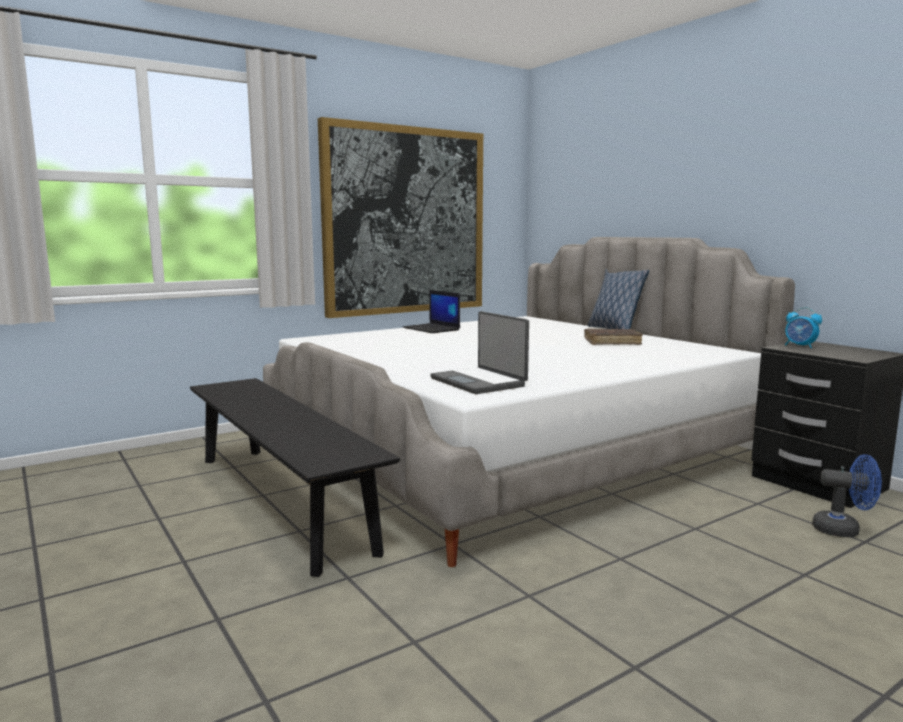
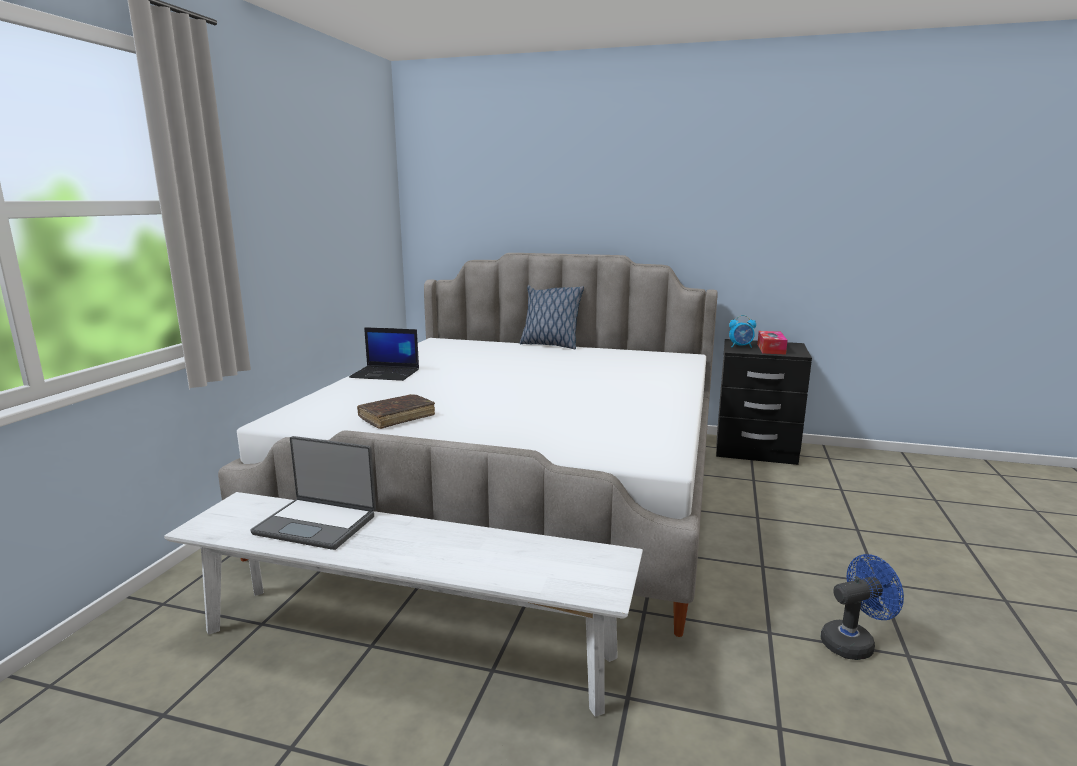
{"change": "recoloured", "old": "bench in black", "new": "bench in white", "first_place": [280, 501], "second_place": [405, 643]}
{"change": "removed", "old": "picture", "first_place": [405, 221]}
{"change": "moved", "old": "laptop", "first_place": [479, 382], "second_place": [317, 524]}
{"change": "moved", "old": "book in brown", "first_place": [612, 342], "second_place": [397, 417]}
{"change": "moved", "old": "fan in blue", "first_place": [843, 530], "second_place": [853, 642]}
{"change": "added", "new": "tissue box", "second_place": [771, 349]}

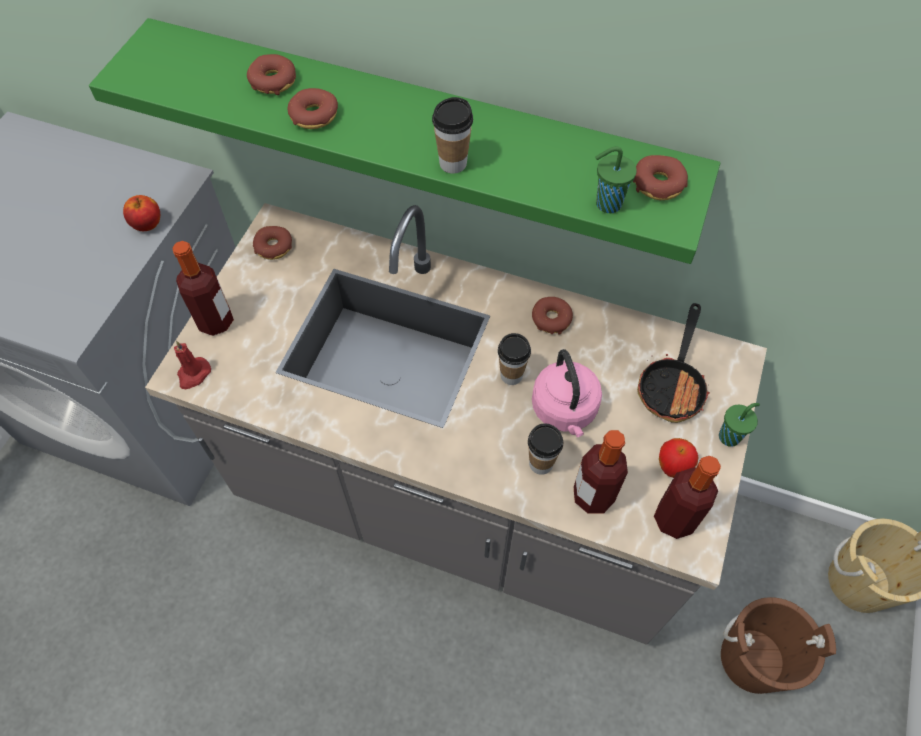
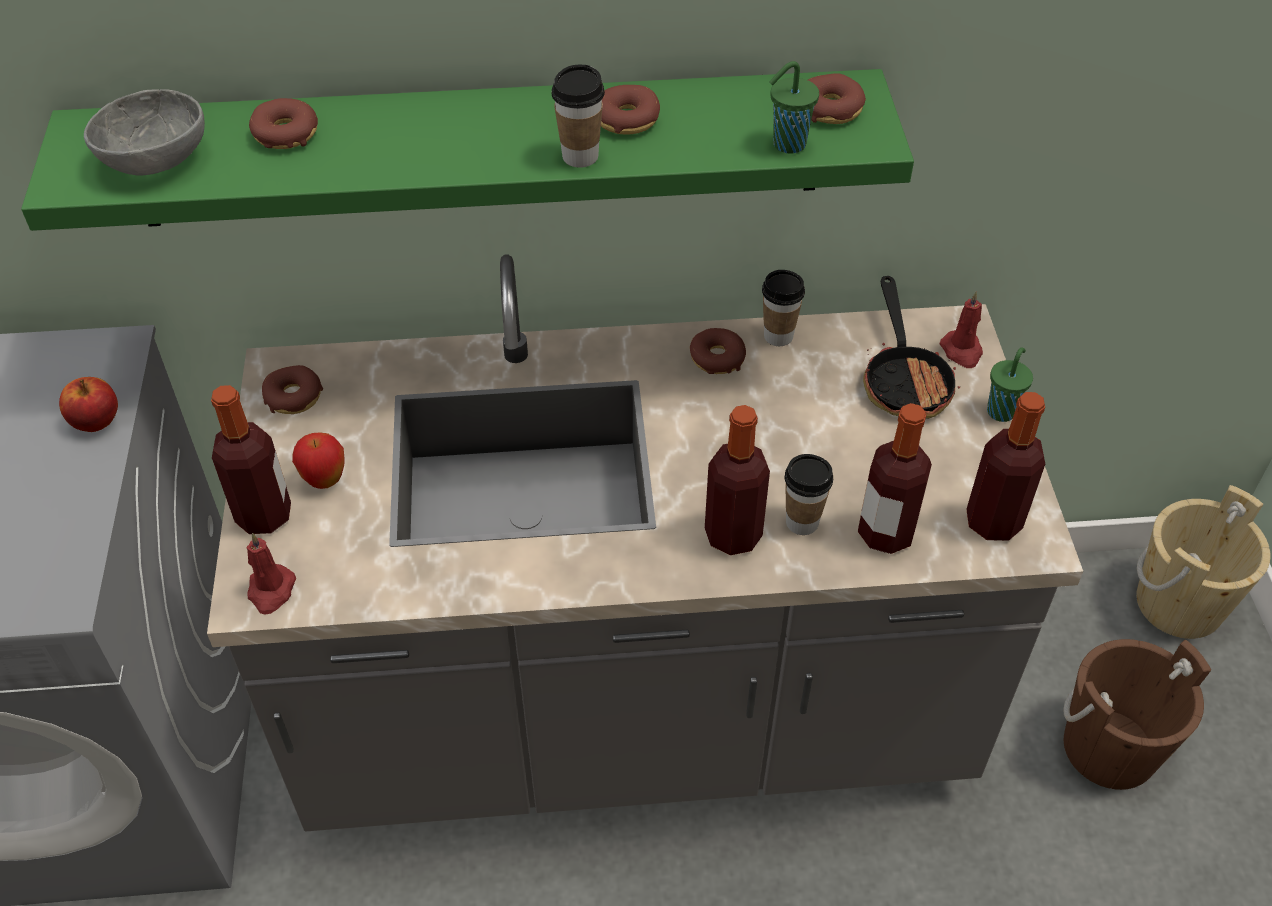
{"change": "moved", "old": "donut", "first_place": [314, 115], "second_place": [627, 120]}
{"change": "moved", "old": "cup", "first_place": [511, 375], "second_place": [778, 336]}
{"change": "removed", "old": "kettle in pink", "first_place": [565, 411]}
{"change": "moved", "old": "apple", "first_place": [672, 468], "second_place": [324, 480]}
{"change": "added", "new": "bowl in grey", "second_place": [153, 159]}
{"change": "added", "new": "bottle", "second_place": [733, 535]}
{"change": "added", "new": "candle in red", "second_place": [962, 351]}

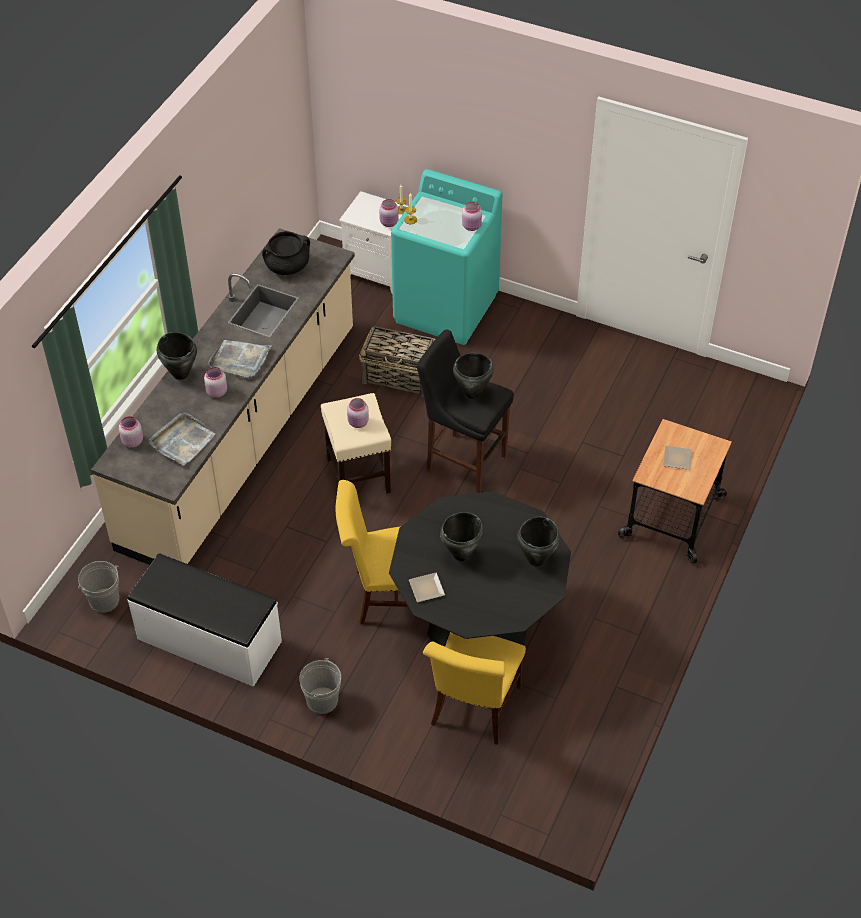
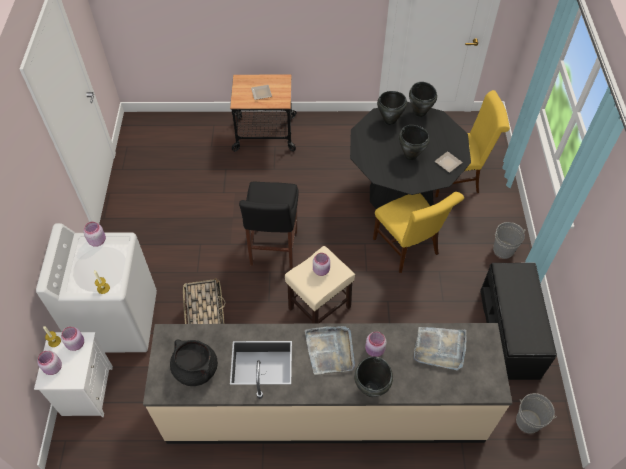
{"change": "moved", "old": "jar in pink", "first_place": [132, 441], "second_place": [53, 368]}
{"change": "recoloured", "old": "bench in white", "new": "bench in black", "first_place": [209, 641], "second_place": [509, 333]}
{"change": "recoloured", "old": "washing machine in turquoise", "new": "washing machine in white", "first_place": [446, 308], "second_place": [117, 321]}
{"change": "moved", "old": "cooking pot in black", "first_place": [473, 393], "second_place": [420, 113]}

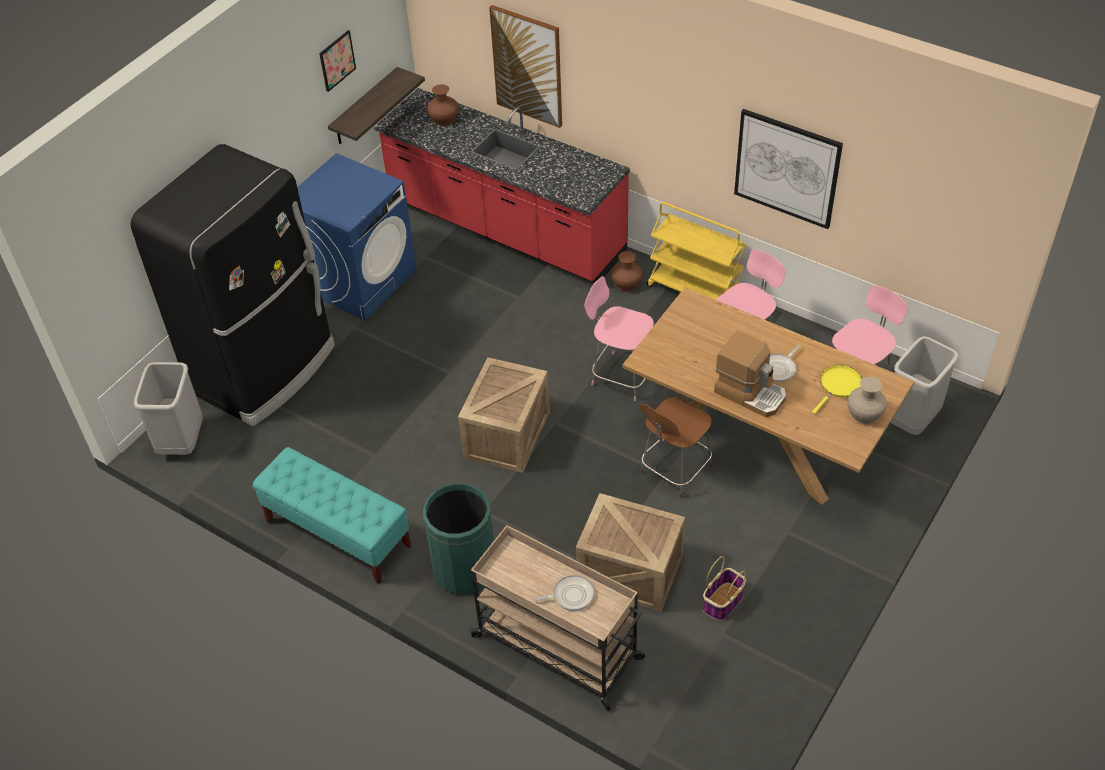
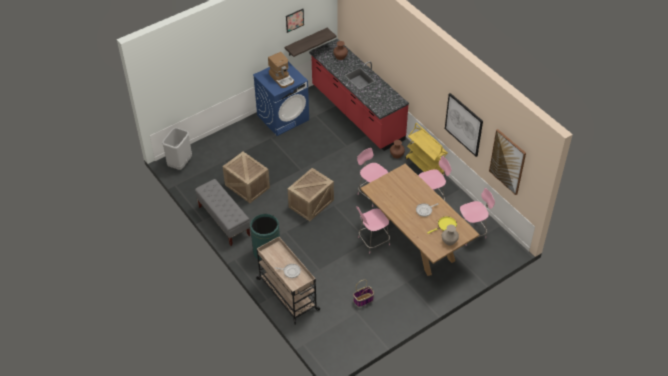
{"change": "removed", "old": "fridge in black", "first_place": [265, 369]}
{"change": "recoloured", "old": "bench in turquoise", "new": "bench in grey", "first_place": [337, 533], "second_place": [224, 221]}
{"change": "moved", "old": "picture", "first_place": [527, 66], "second_place": [507, 162]}
{"change": "moved", "old": "crate", "first_place": [631, 571], "second_place": [248, 186]}
{"change": "recoloured", "old": "chair in brown", "new": "chair in pink", "first_place": [674, 471], "second_place": [372, 241]}
{"change": "moved", "old": "coffee machine", "first_place": [750, 392], "second_place": [282, 78]}
{"change": "removed", "old": "trash can in grey", "first_place": [912, 420]}

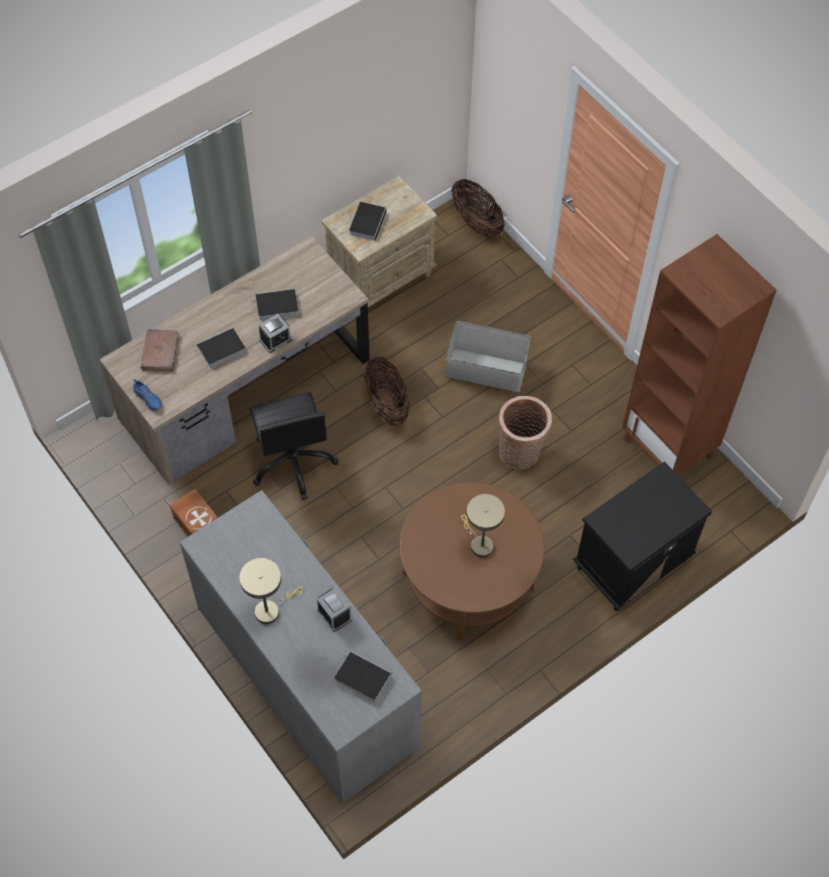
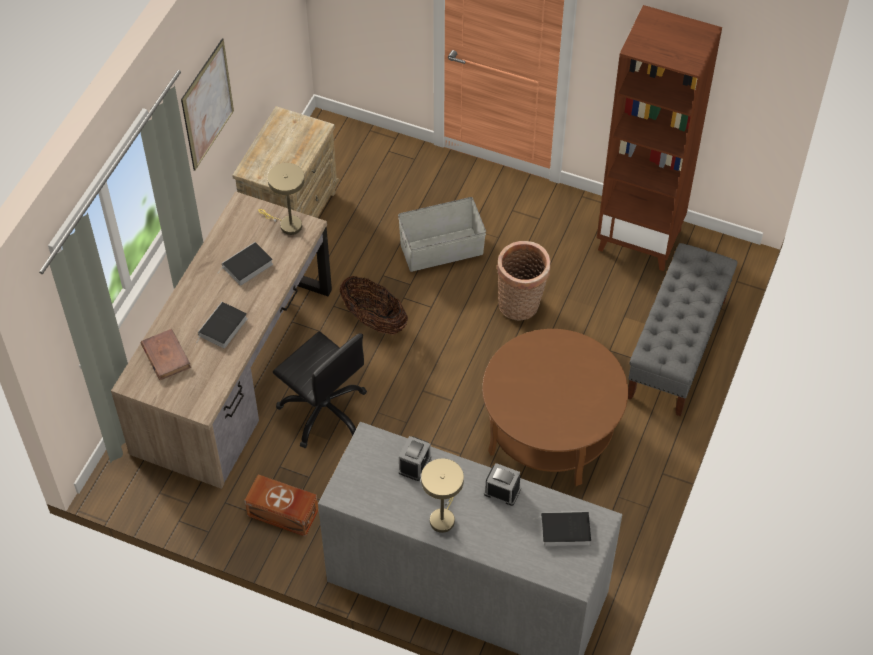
{"change": "removed", "old": "shoe in blue", "first_place": [148, 399]}
{"change": "moved", "old": "alarm clock", "first_place": [275, 339], "second_place": [414, 464]}
{"change": "removed", "old": "book", "first_place": [367, 222]}
{"change": "removed", "old": "basket", "first_place": [476, 222]}
{"change": "moved", "old": "table lamp in beige", "first_place": [479, 543], "second_place": [287, 225]}
{"change": "replaced", "old": "nightstand in black", "new": "bench in grey", "first_place": [631, 565], "second_place": [677, 349]}
{"change": "added", "new": "picture", "second_place": [207, 105]}

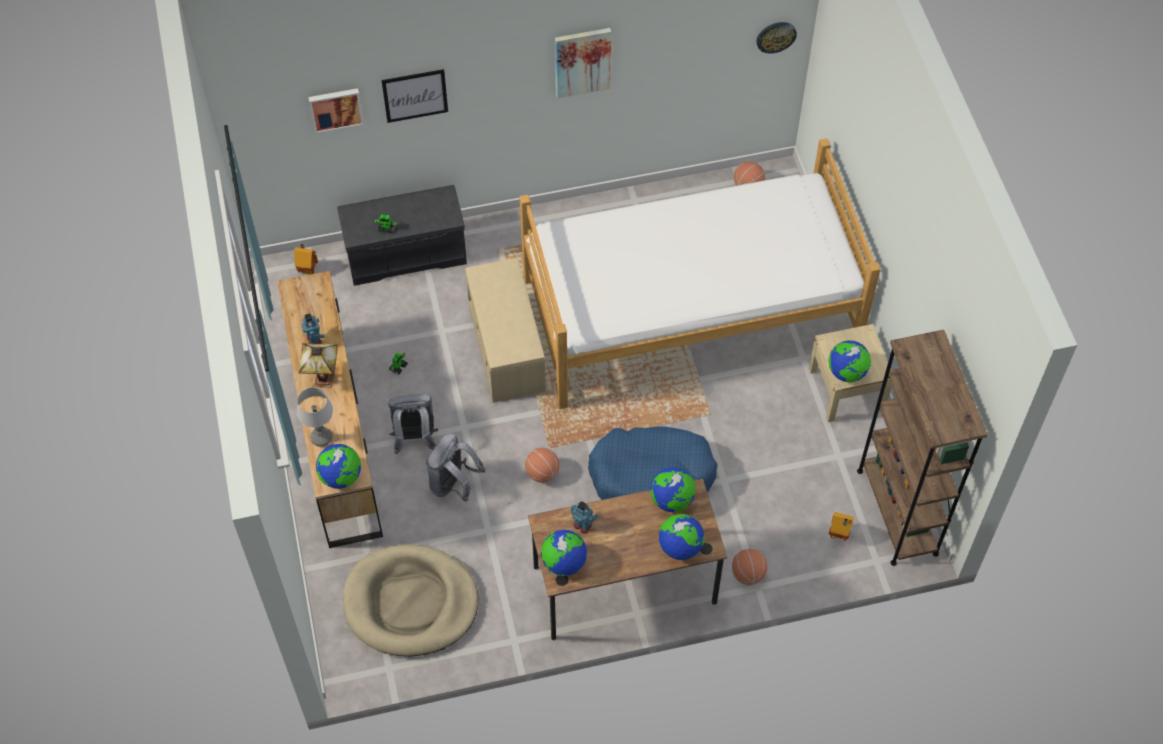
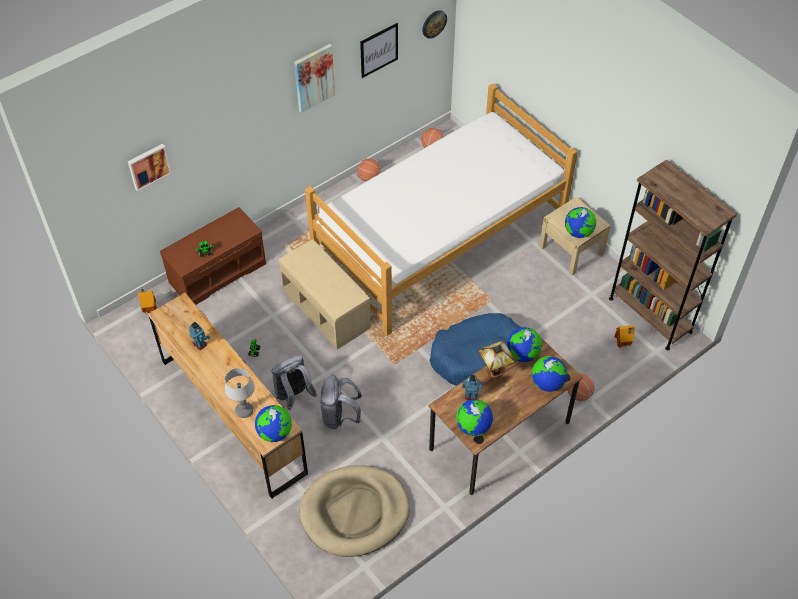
{"change": "moved", "old": "table lamp", "first_place": [322, 380], "second_place": [494, 374]}
{"change": "recoloured", "old": "bench in grey", "new": "bench in brown", "first_place": [406, 253], "second_place": [218, 272]}
{"change": "moved", "old": "picture", "first_place": [415, 95], "second_place": [379, 50]}
{"change": "moved", "old": "basketball", "first_place": [542, 473], "second_place": [369, 178]}

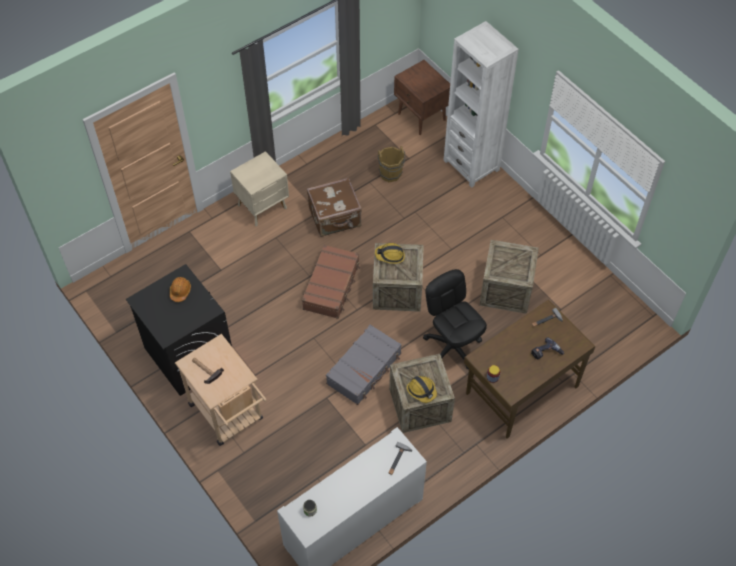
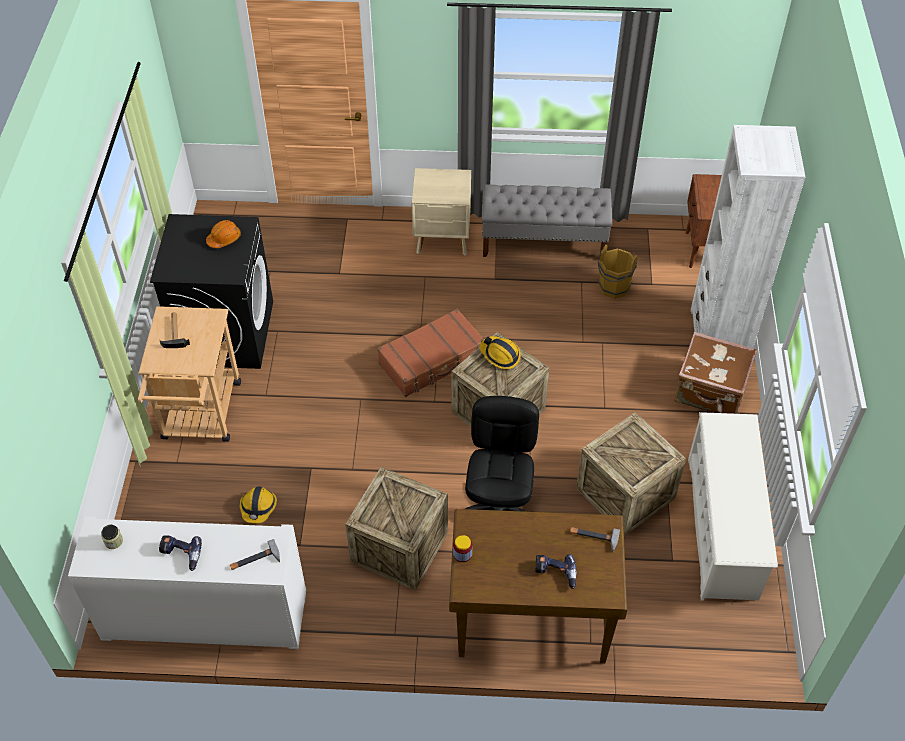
{"change": "moved", "old": "suitcase in brown", "first_place": [335, 218], "second_place": [710, 392]}
{"change": "removed", "old": "suitcase in grey", "first_place": [364, 369]}
{"change": "moved", "old": "hard hat", "first_place": [421, 390], "second_place": [258, 507]}
{"change": "added", "new": "power drill", "second_place": [181, 555]}
{"change": "added", "new": "bench in grey", "second_place": [544, 242]}
{"change": "added", "new": "shoe rack in white", "second_place": [722, 528]}

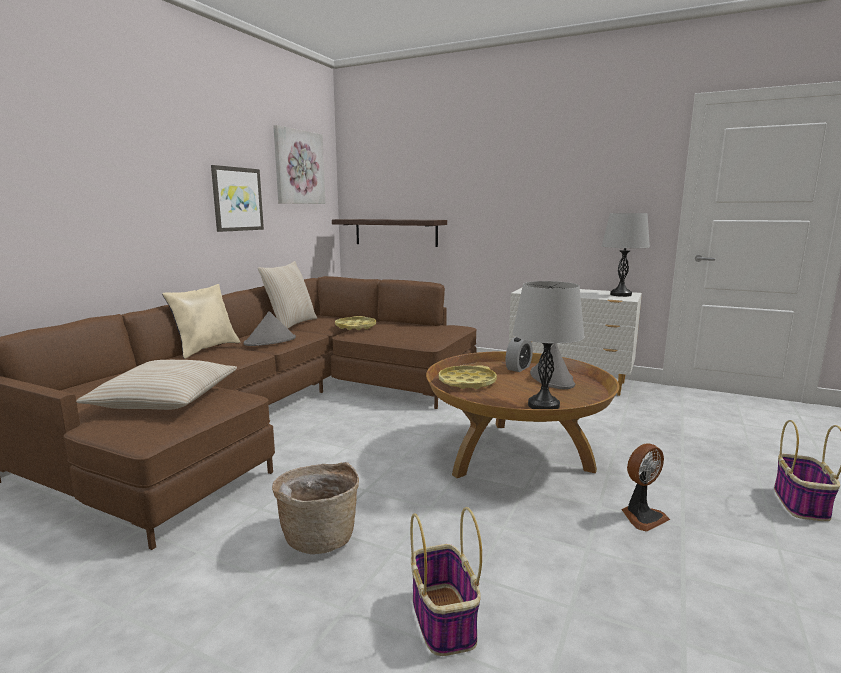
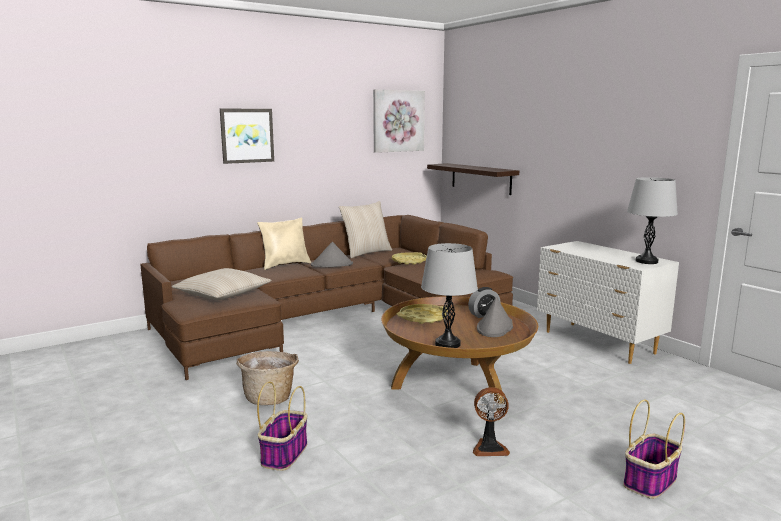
{"change": "moved", "old": "picture", "first_place": [237, 199], "second_place": [247, 135]}

